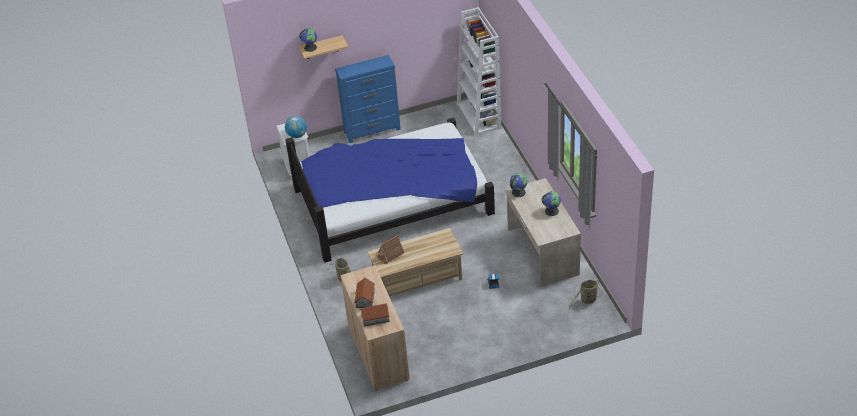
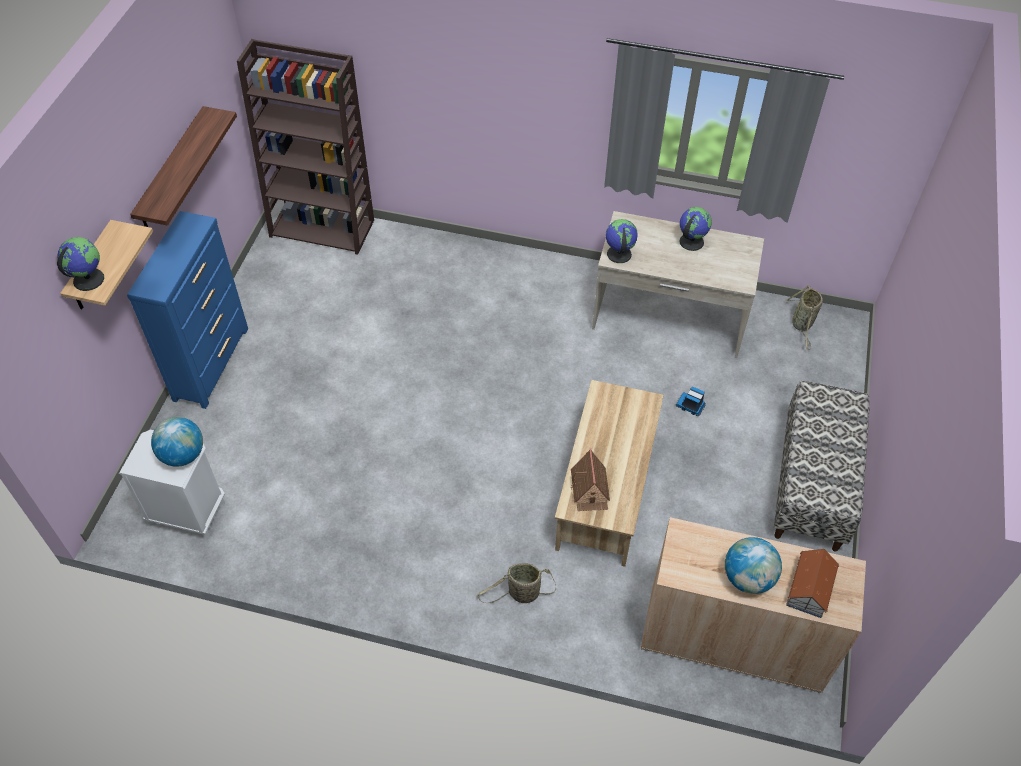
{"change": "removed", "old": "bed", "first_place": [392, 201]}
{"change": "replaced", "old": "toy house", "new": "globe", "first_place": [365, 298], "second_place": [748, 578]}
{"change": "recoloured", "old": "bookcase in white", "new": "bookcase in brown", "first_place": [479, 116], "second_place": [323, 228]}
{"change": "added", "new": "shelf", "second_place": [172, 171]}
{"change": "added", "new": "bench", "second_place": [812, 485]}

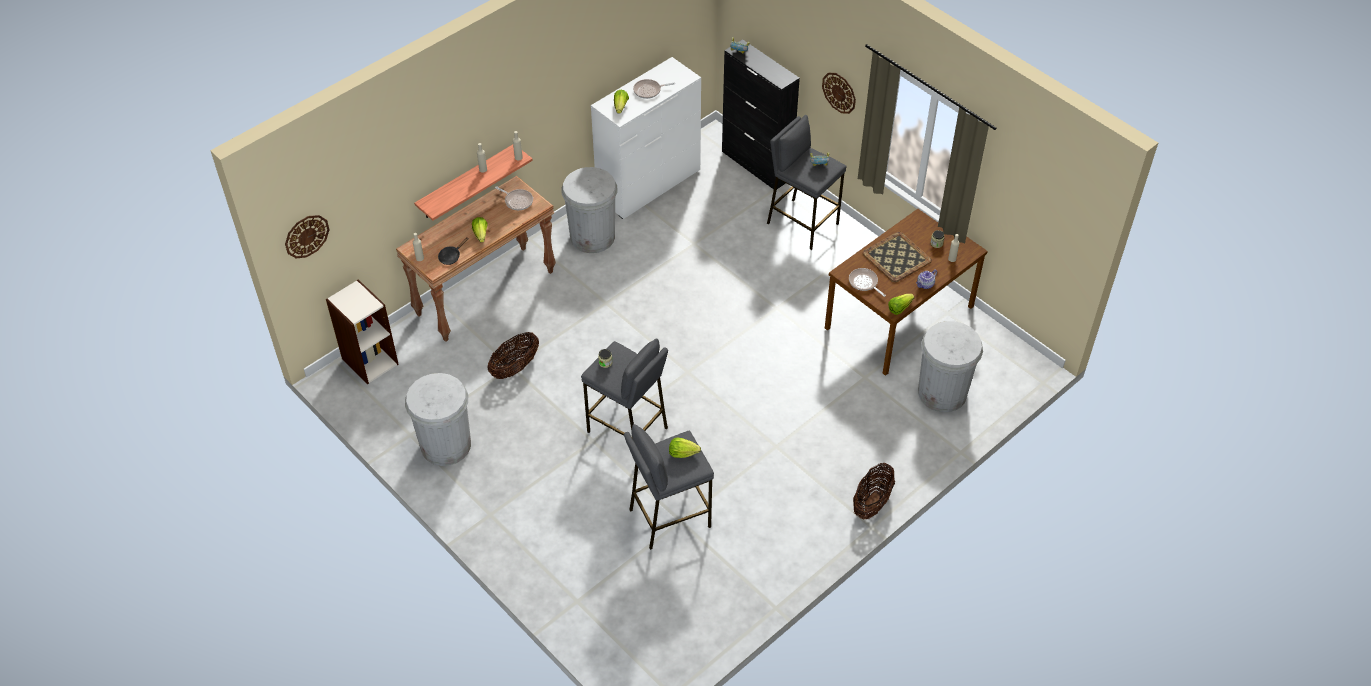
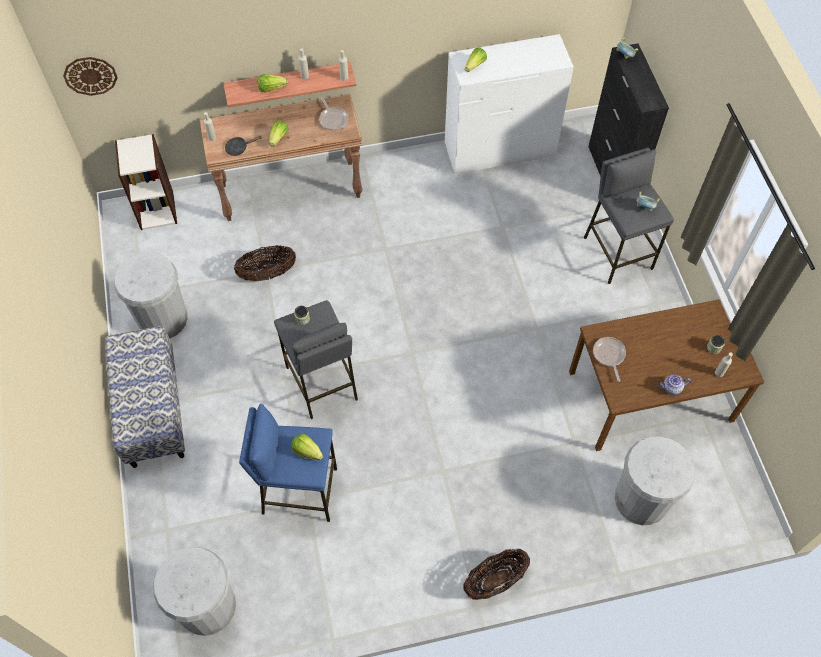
{"change": "moved", "old": "trash can in white", "first_place": [592, 237], "second_place": [207, 606]}
{"change": "recoloured", "old": "stool in grey", "new": "stool in blue", "first_place": [669, 517], "second_place": [299, 491]}
{"change": "removed", "old": "frying pan", "first_place": [649, 91]}
{"change": "removed", "old": "wall clock", "first_place": [839, 92]}
{"change": "removed", "old": "tray", "first_place": [896, 257]}
{"change": "moved", "old": "lettuce", "first_place": [899, 308], "second_place": [271, 88]}
{"change": "added", "new": "bench", "second_place": [152, 410]}

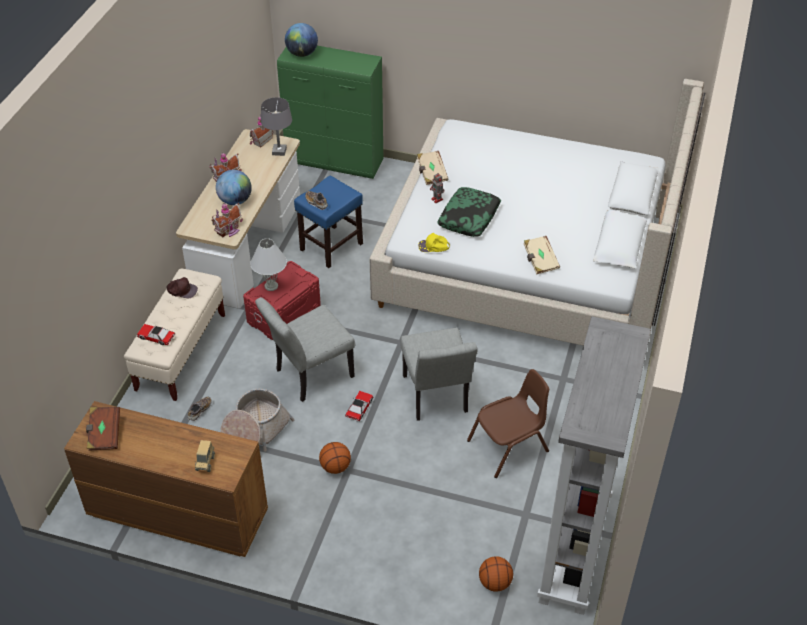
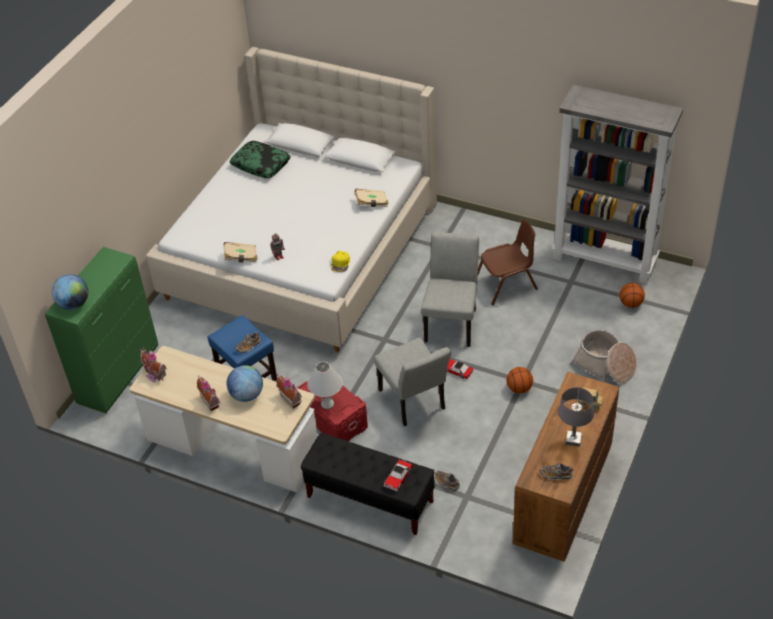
{"change": "replaced", "old": "book in brown", "new": "shoe", "first_place": [104, 434], "second_place": [556, 475]}
{"change": "recoloured", "old": "bench in beige", "new": "bench in black", "first_place": [181, 352], "second_place": [369, 499]}
{"change": "removed", "old": "cap in brown", "first_place": [182, 290]}
{"change": "moved", "old": "basket", "first_place": [255, 431], "second_place": [604, 365]}
{"change": "moved", "old": "table lamp in grey", "first_place": [279, 151], "second_place": [573, 440]}
{"change": "turned", "old": "chair in grey", "first_place": [436, 398], "second_place": [451, 321], "degrees": -75}
{"change": "moved", "old": "pillow", "first_place": [469, 218], "second_place": [261, 164]}
{"change": "turned", "old": "chair in brown", "first_place": [509, 447], "second_place": [506, 284], "degrees": 90}

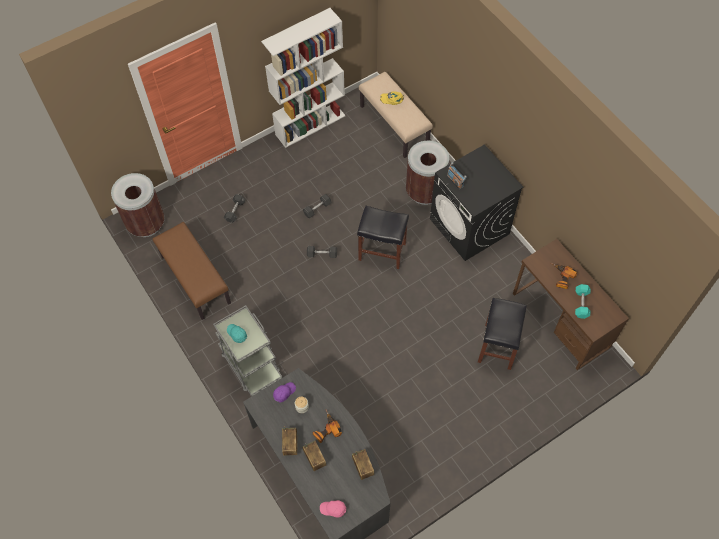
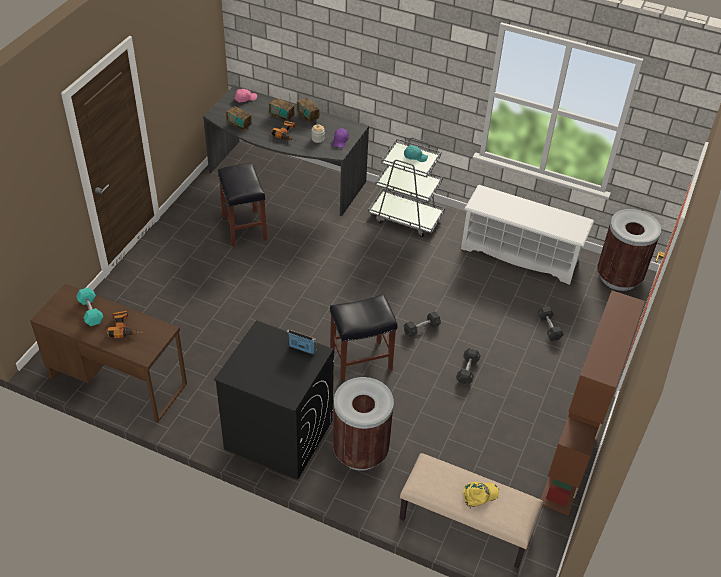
{"change": "replaced", "old": "bench in brown", "new": "shoe rack in white", "first_place": [194, 279], "second_place": [520, 254]}
{"change": "recoloured", "old": "bookcase in white", "new": "bookcase in brown", "first_place": [310, 124], "second_place": [569, 467]}
{"change": "moved", "old": "stool in black", "first_place": [498, 347], "second_place": [243, 227]}

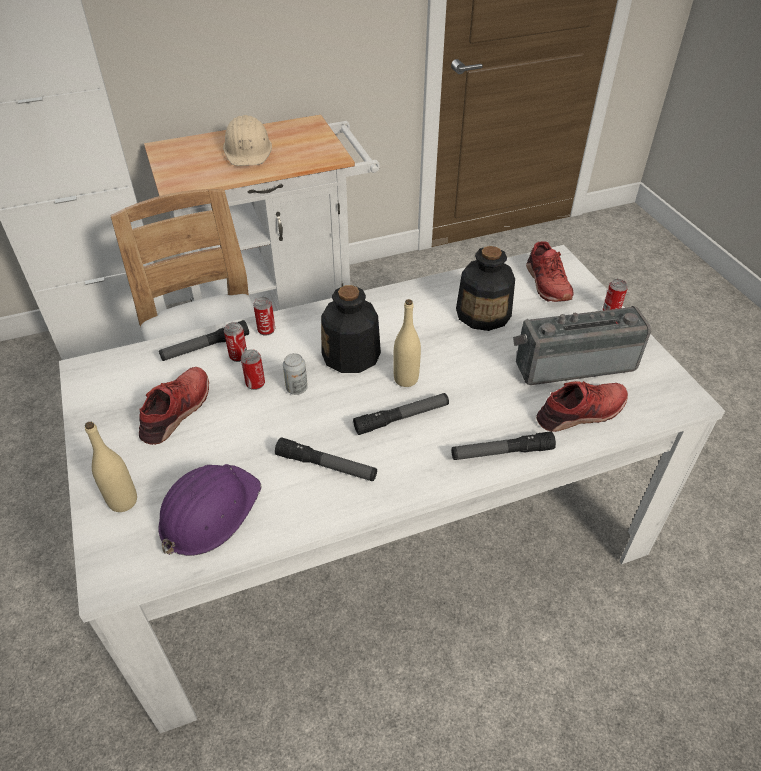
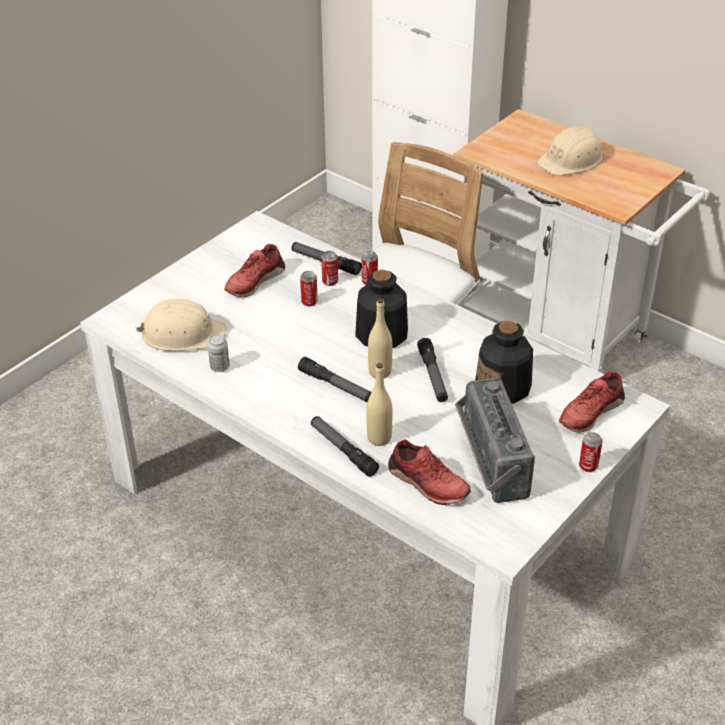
{"change": "moved", "old": "bottle in beige", "first_place": [123, 501], "second_place": [379, 438]}
{"change": "turned", "old": "shoe in red", "first_place": [177, 411], "second_place": [254, 280], "degrees": 135}
{"change": "recoloured", "old": "hard hat in purple", "new": "hard hat in beige", "first_place": [208, 512], "second_place": [182, 334]}
{"change": "moved", "old": "flashlight", "first_place": [326, 466], "second_place": [433, 375]}
{"change": "moved", "old": "can", "first_place": [297, 388], "second_place": [220, 367]}
{"change": "turned", "old": "radio", "first_place": [573, 362], "second_place": [488, 460], "degrees": -150}

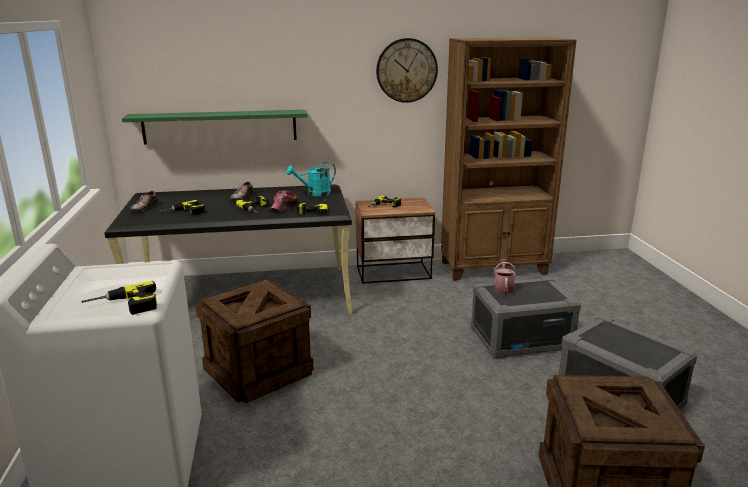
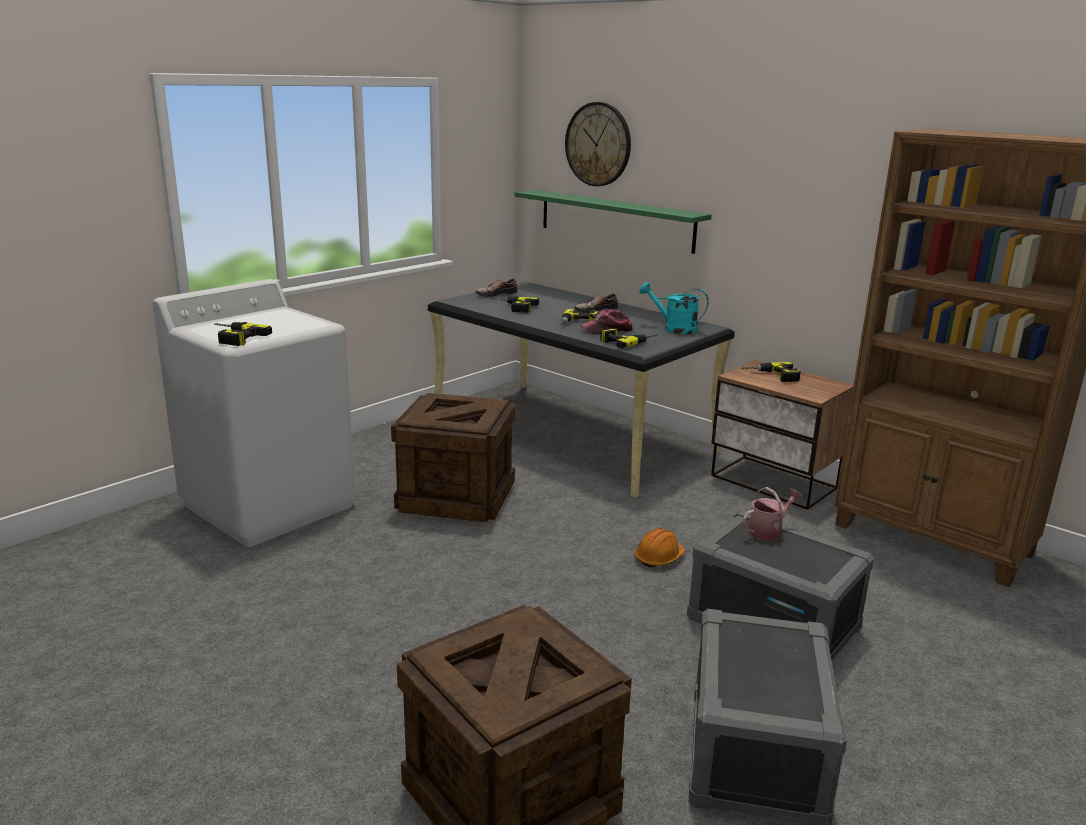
{"change": "moved", "old": "wall clock", "first_place": [406, 70], "second_place": [598, 144]}
{"change": "added", "new": "hard hat in orange", "second_place": [659, 558]}

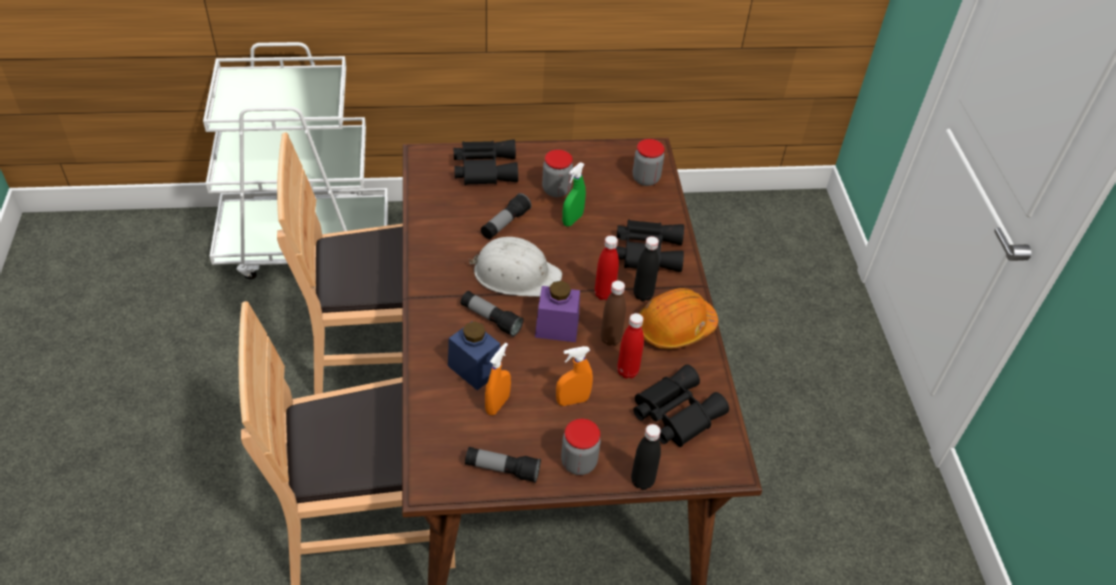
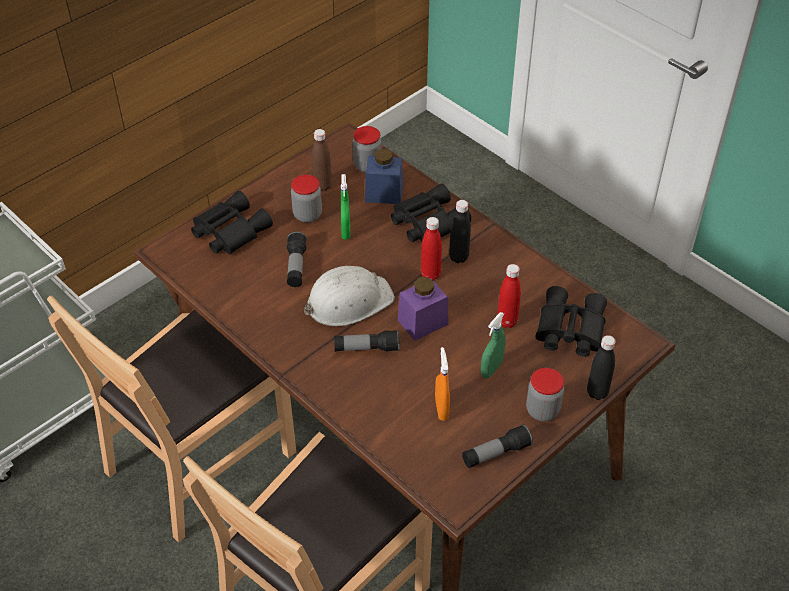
{"change": "moved", "old": "jar in blue", "first_place": [474, 368], "second_place": [384, 193]}
{"change": "recoloured", "old": "spray bottle in orange", "new": "spray bottle in green", "first_place": [572, 400], "second_place": [491, 369]}
{"change": "moved", "old": "bottle in brown", "first_place": [610, 339], "second_place": [322, 186]}
{"change": "removed", "old": "hard hat in orange", "first_place": [675, 328]}

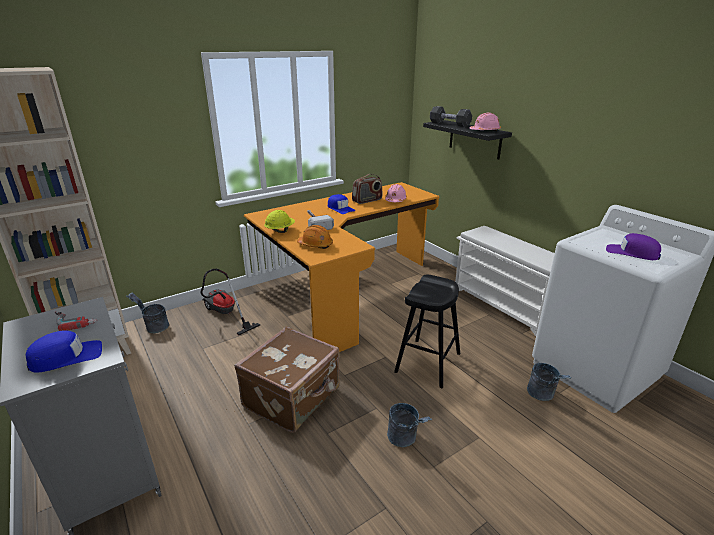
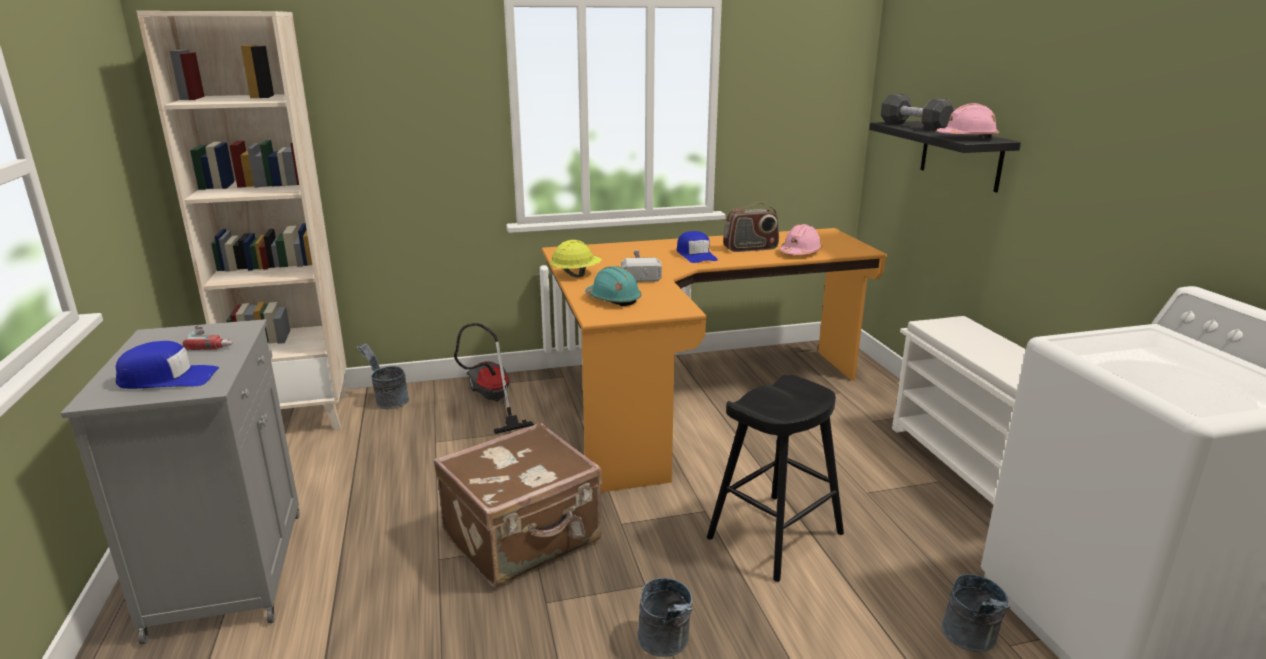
{"change": "recoloured", "old": "hard hat in orange", "new": "hard hat in turquoise", "first_place": [315, 245], "second_place": [613, 299]}
{"change": "removed", "old": "cap in purple", "first_place": [632, 253]}

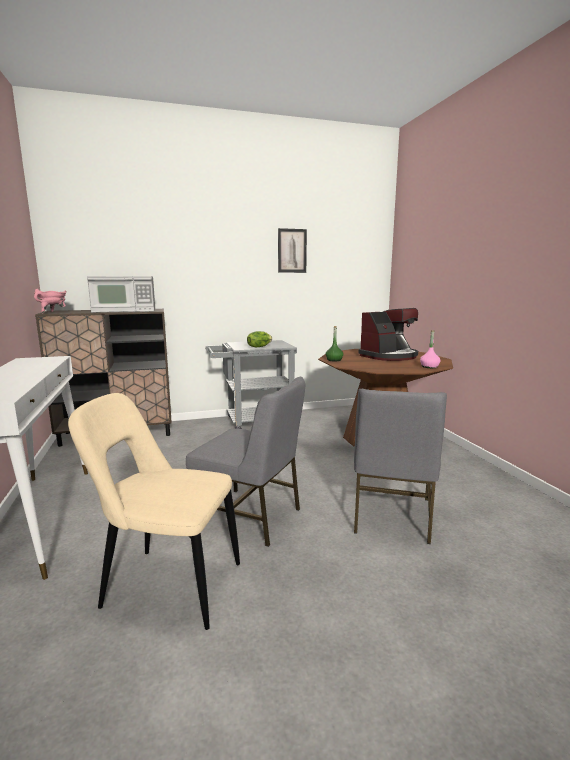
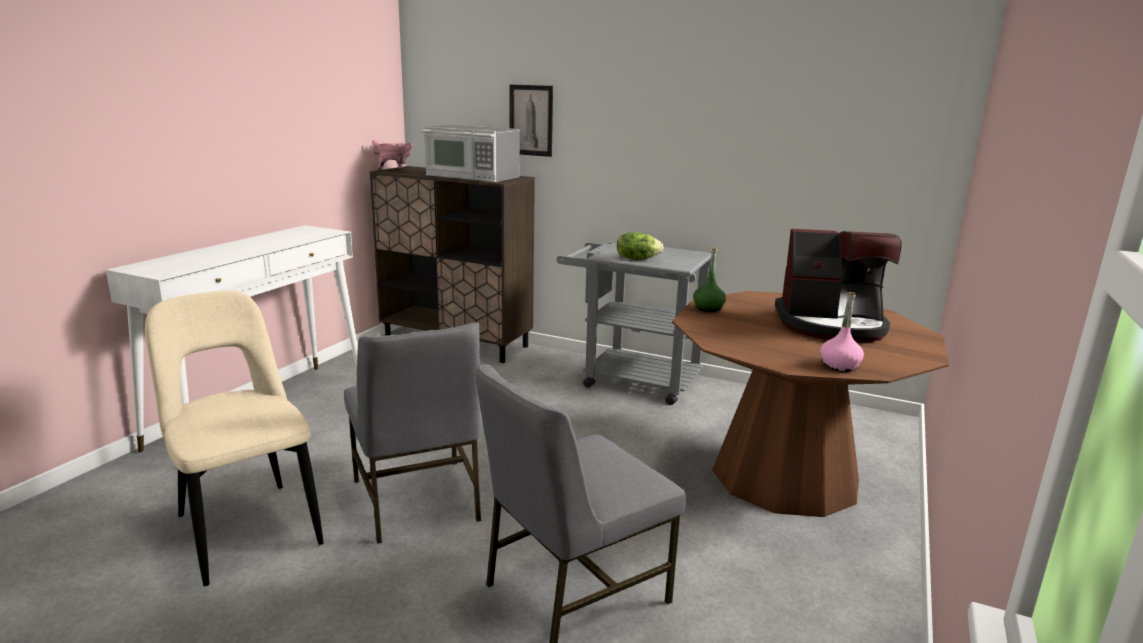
{"change": "moved", "old": "picture", "first_place": [292, 251], "second_place": [531, 120]}

